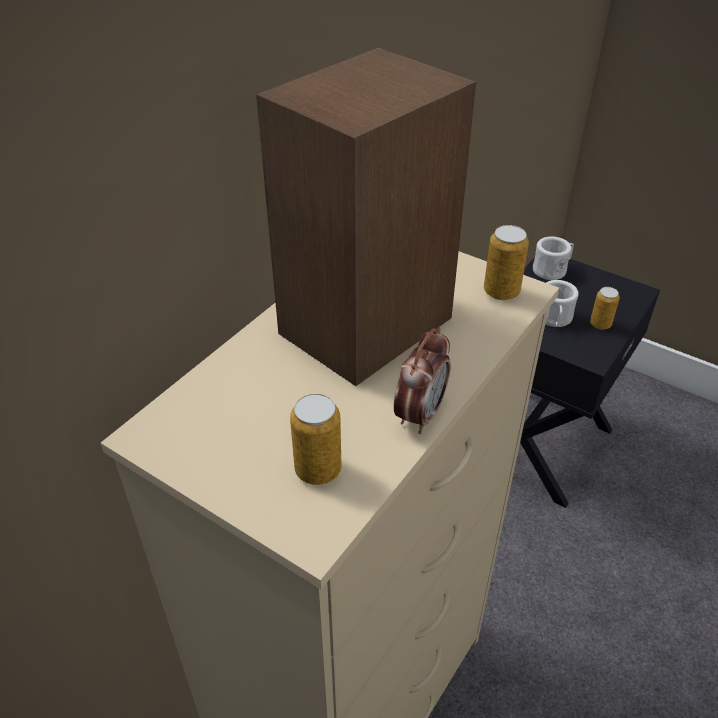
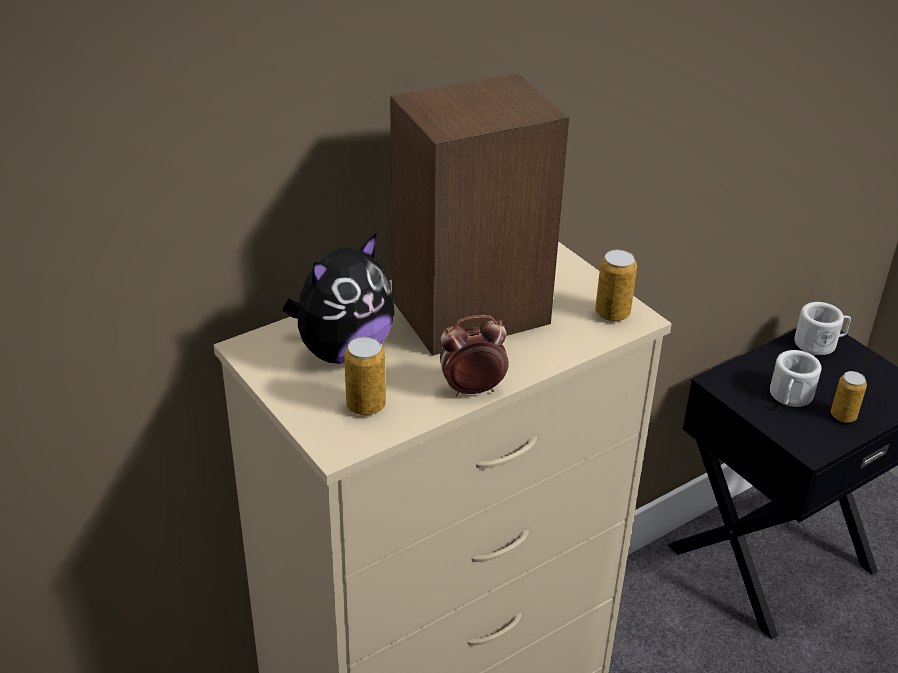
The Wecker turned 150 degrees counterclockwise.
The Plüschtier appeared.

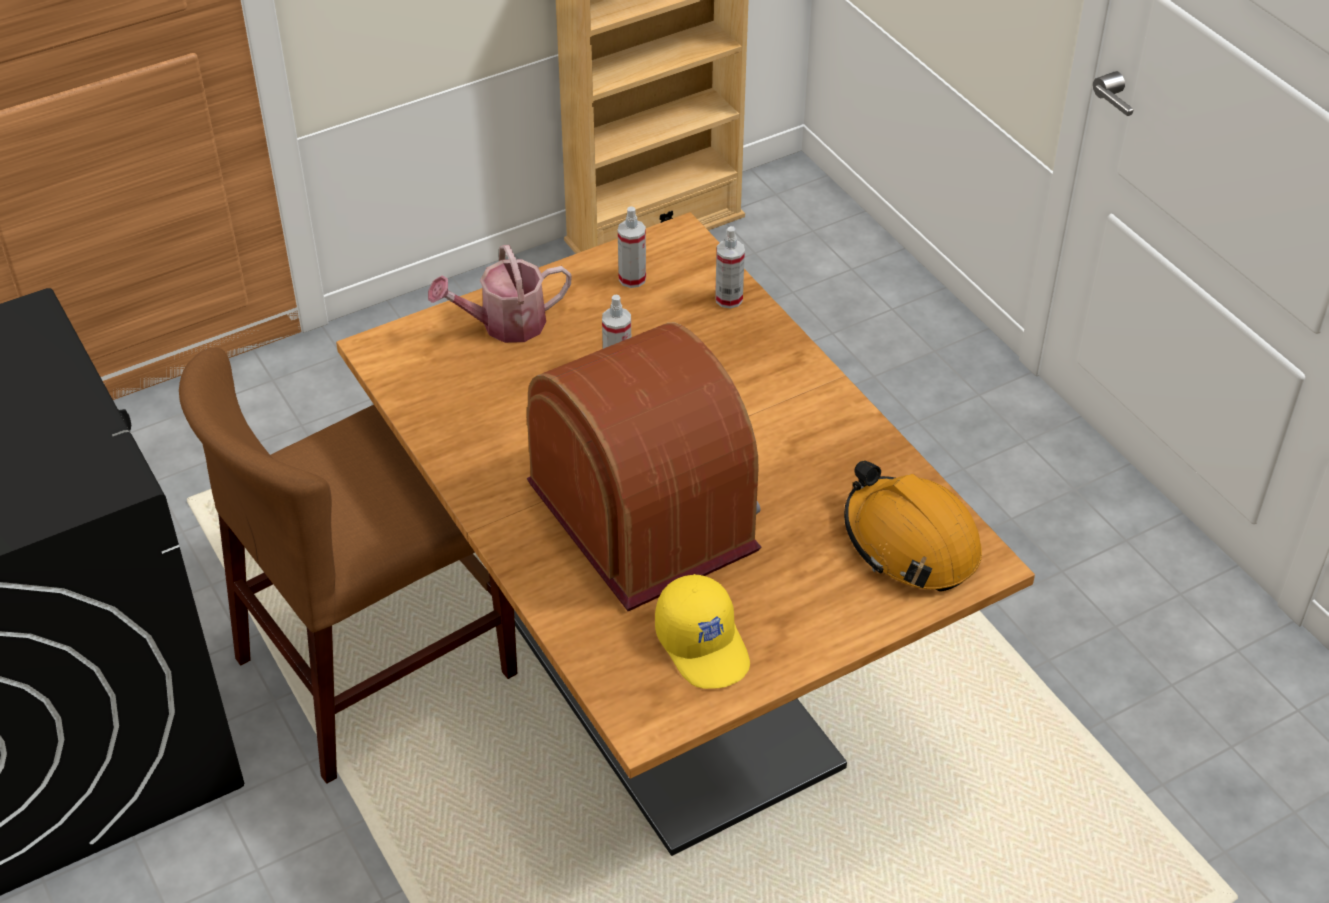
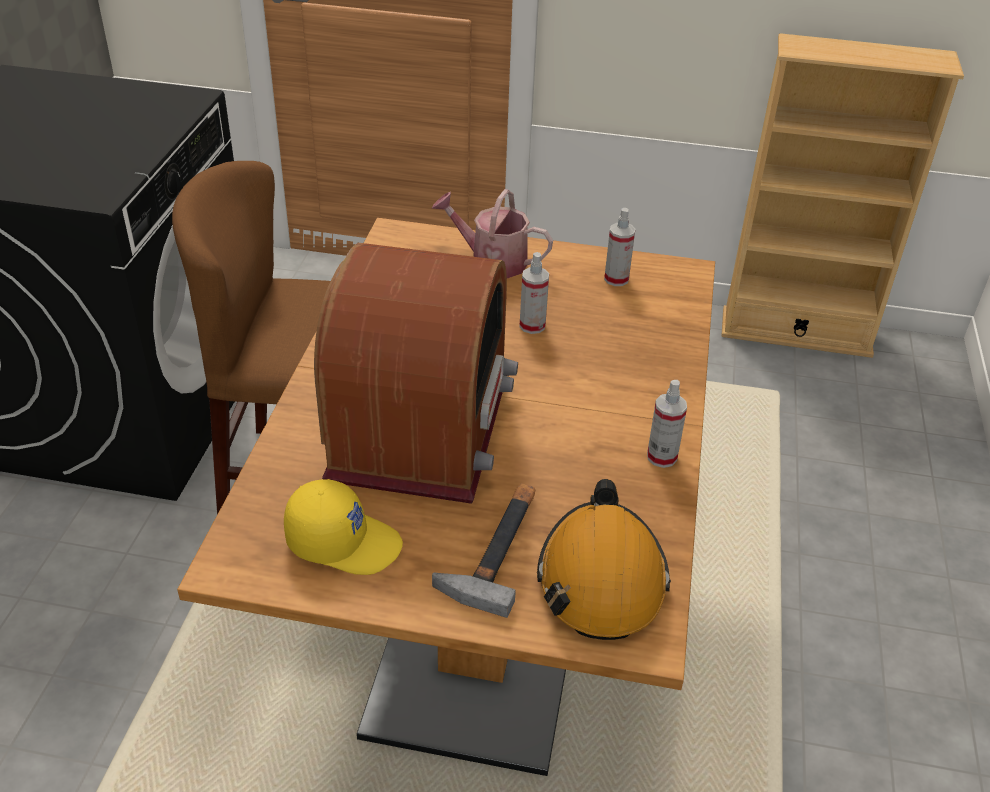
The Kappe (gelb) turned 90 degrees counterclockwise.
The Sprühflasche (3rd from left) moved.
The Hammer appeared.

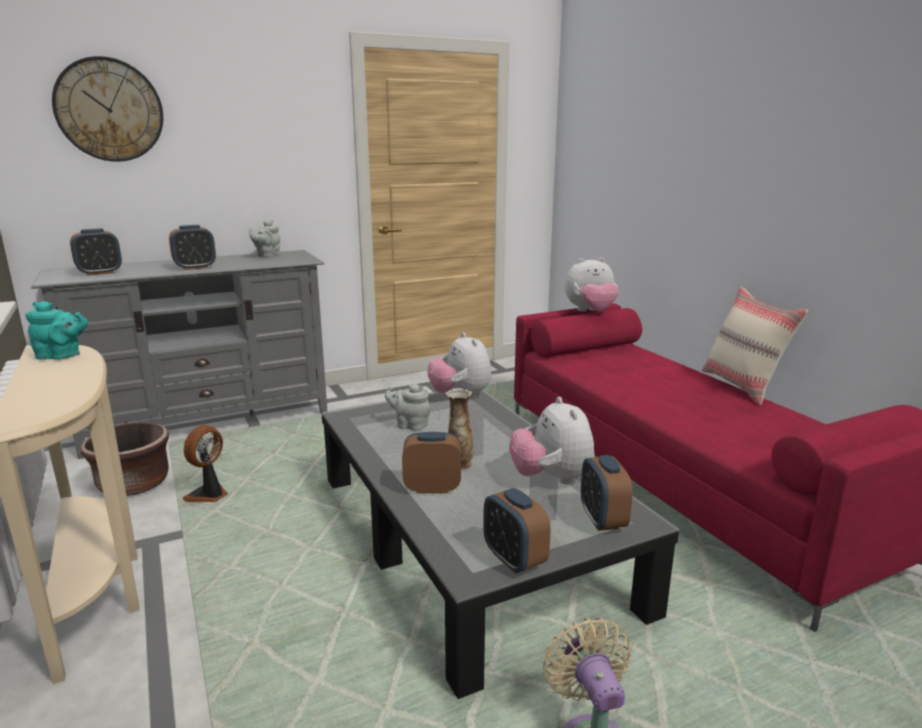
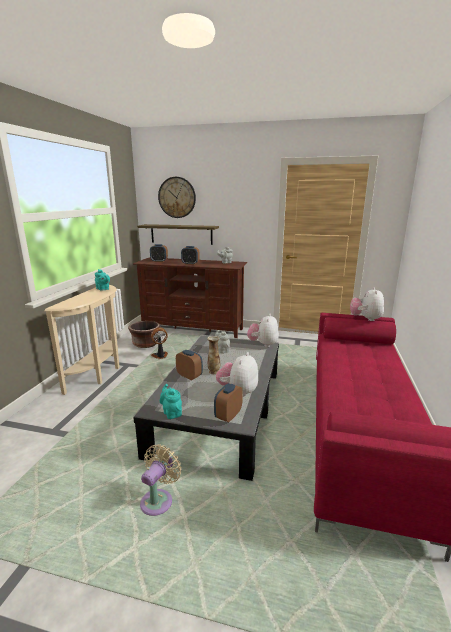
The Fernsehschrank (grau) became the Fernsehschrank (braun).
The Wecker (4th from left) was replaced by the Teekanne (türkis) (2nd from left).
The Plüschtier (3rd from left) turned 75 degrees clockwise.
The Kissen (beige) disappeared.
The Wandregal appeared.

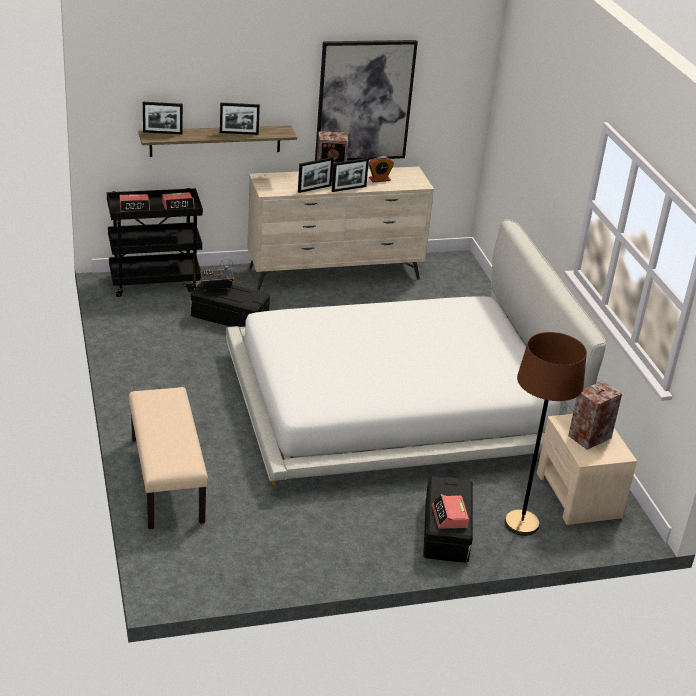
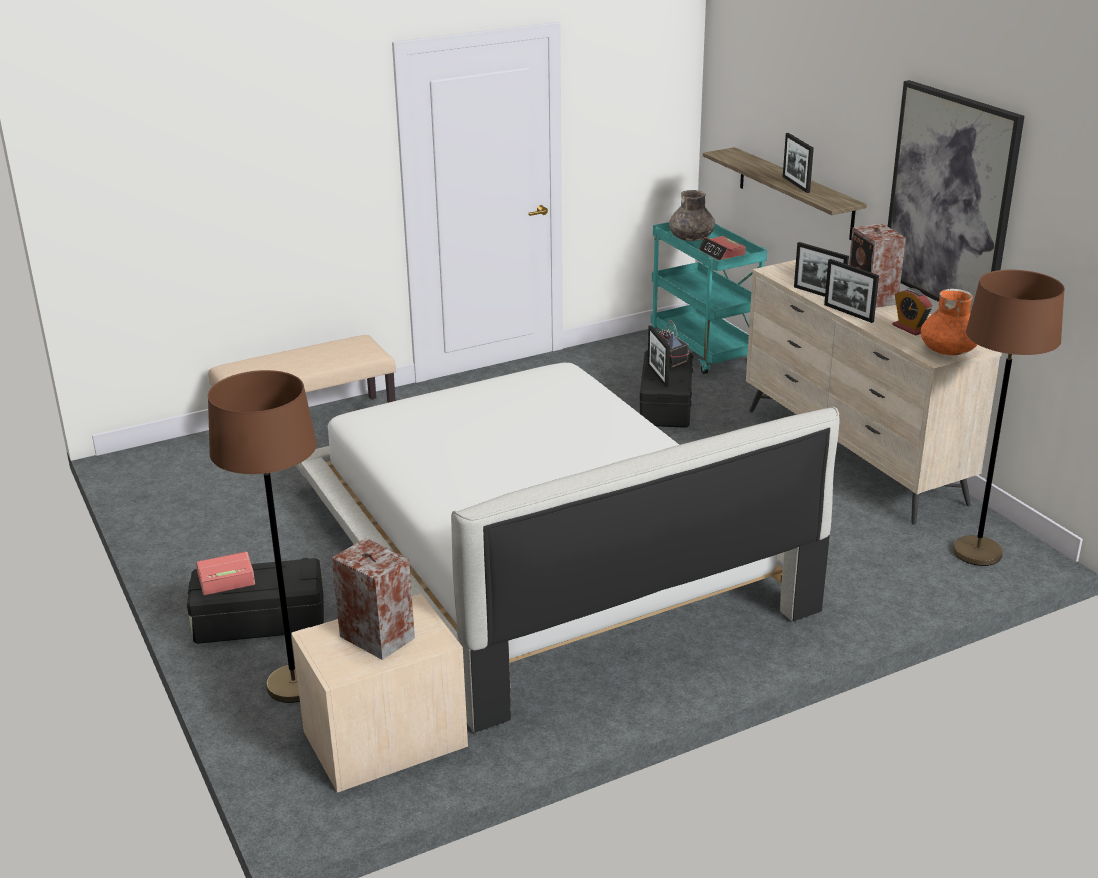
The Rollwagen (schwarz) became the Rollwagen (türkis).
The Wecker (1st from left) was replaced by the Vase (grau).
The Bilderrahmen (1st from left) moved.
The Vase (orange) appeared.
The Stehlampe (braun) (2nd from left) appeared.

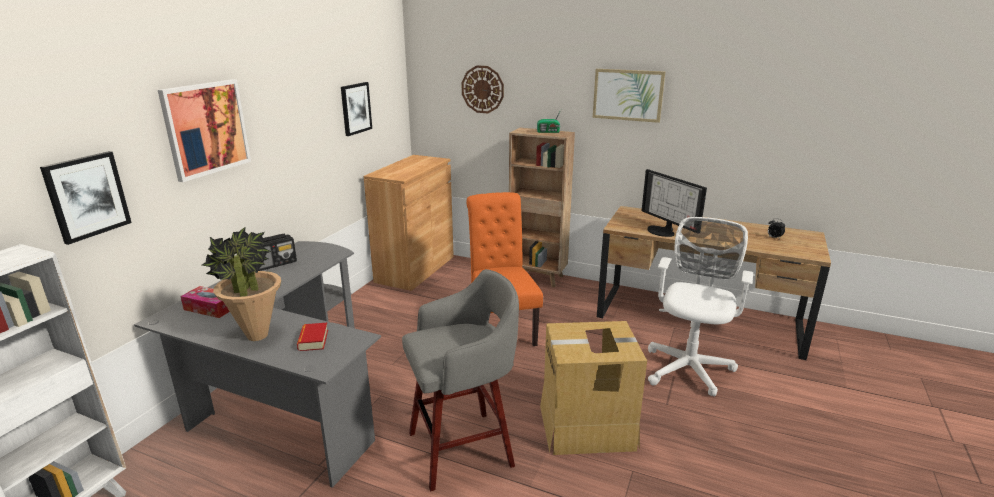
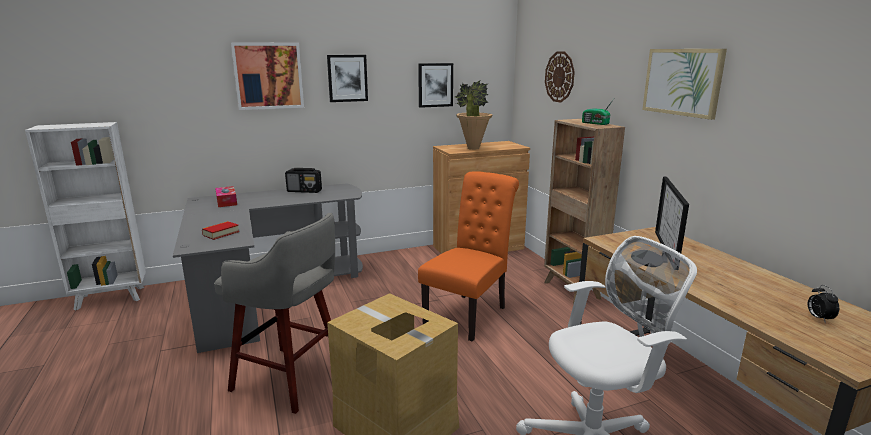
The Bild (1st from left in the first image) moved.
The Topfpflanze moved.

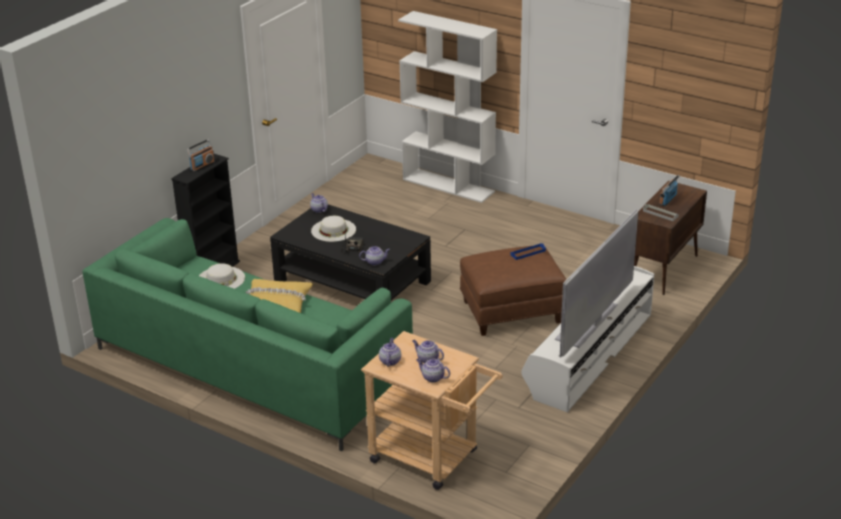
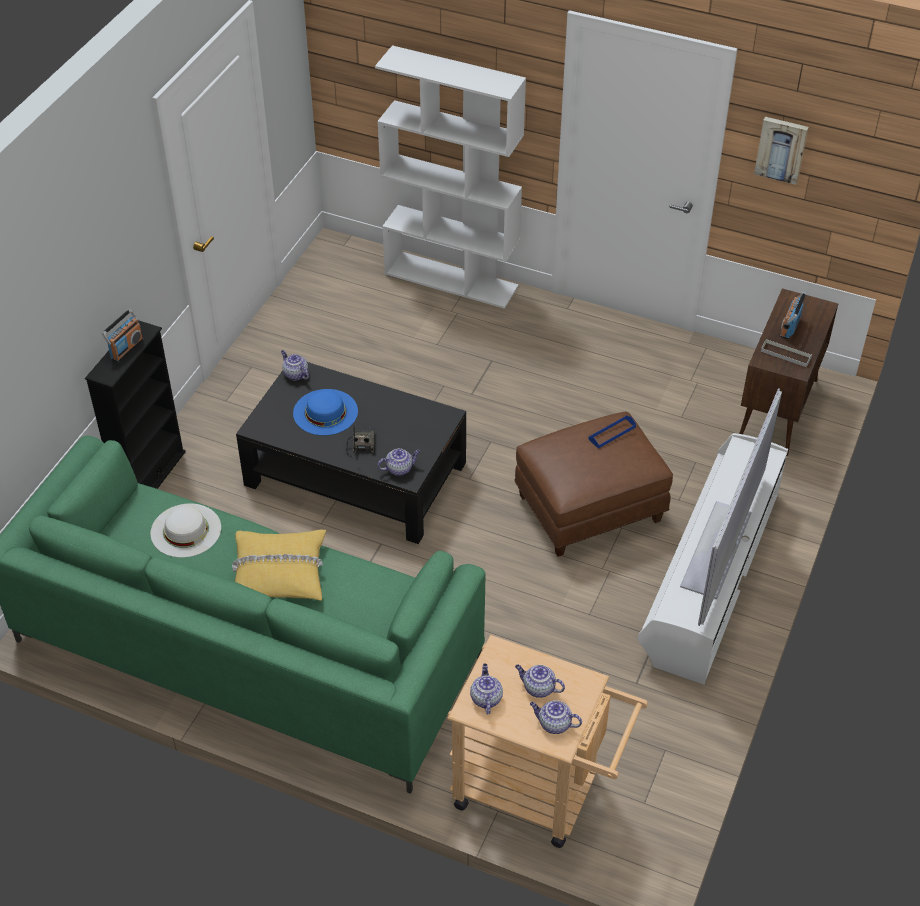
The Hut (weiß) (2nd from left) became the Hut (blau).
The Bild appeared.

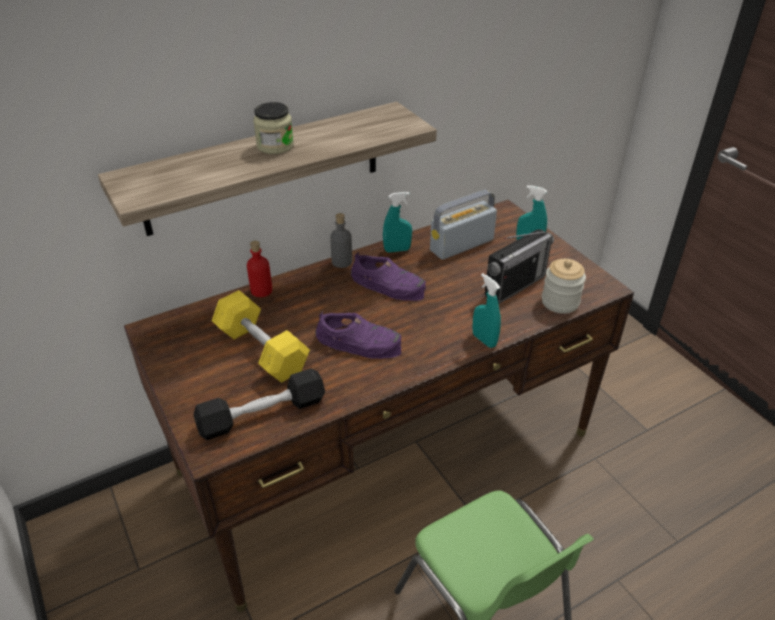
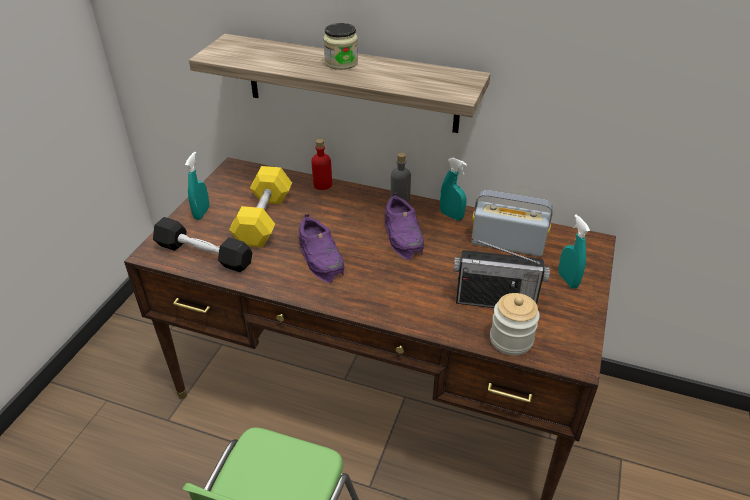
The Sprühflasche (türkis) (2nd from left in the first image) moved.

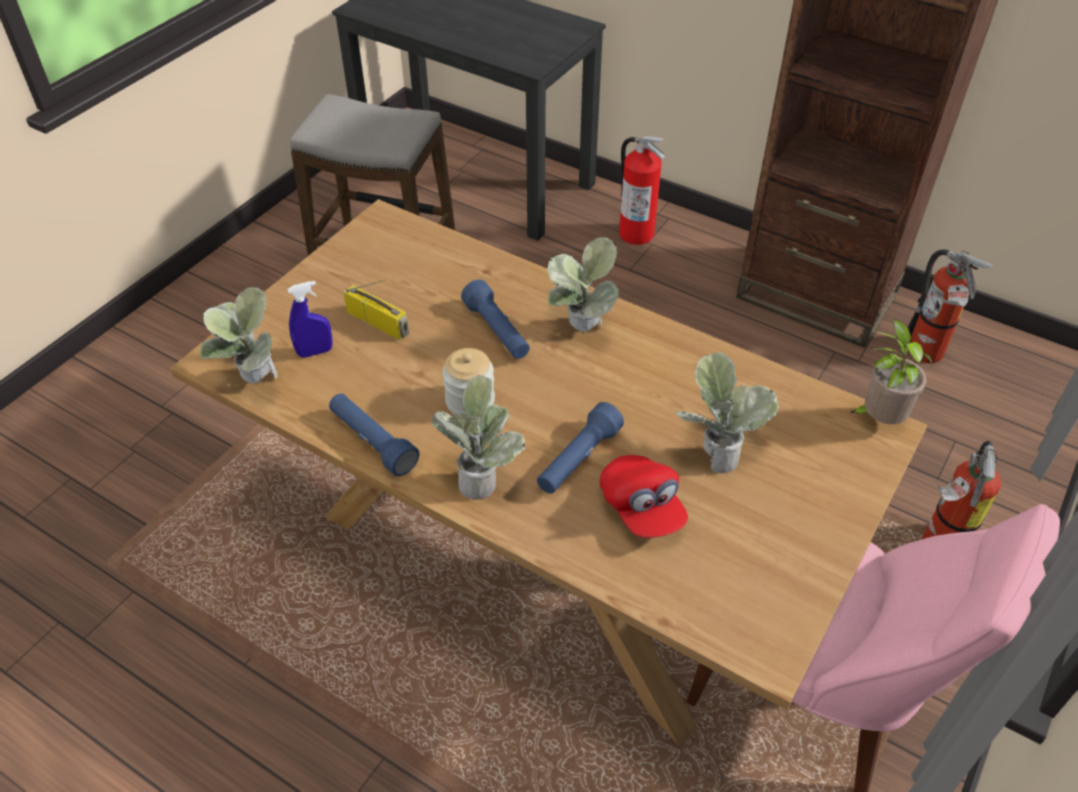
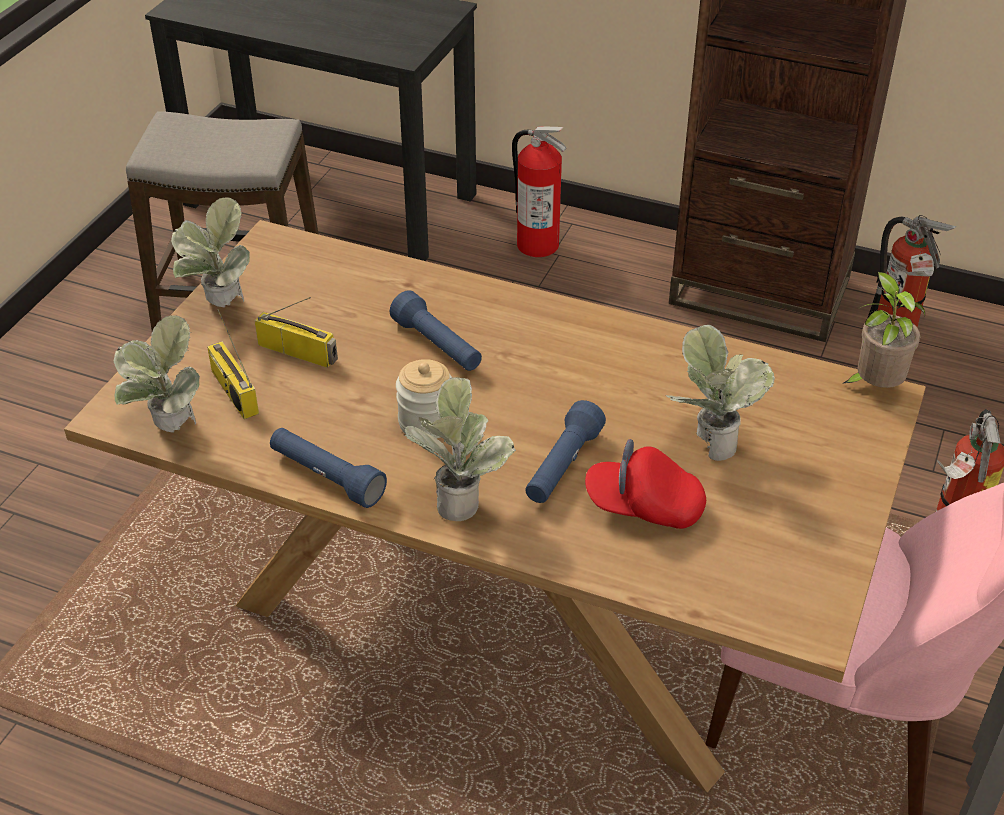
The Sprühflasche (blau) was replaced by the Radio (1st from left).
The Topfpflanze (3rd from left in the first image) moved.
The Kappe (rot) turned 135 degrees clockwise.

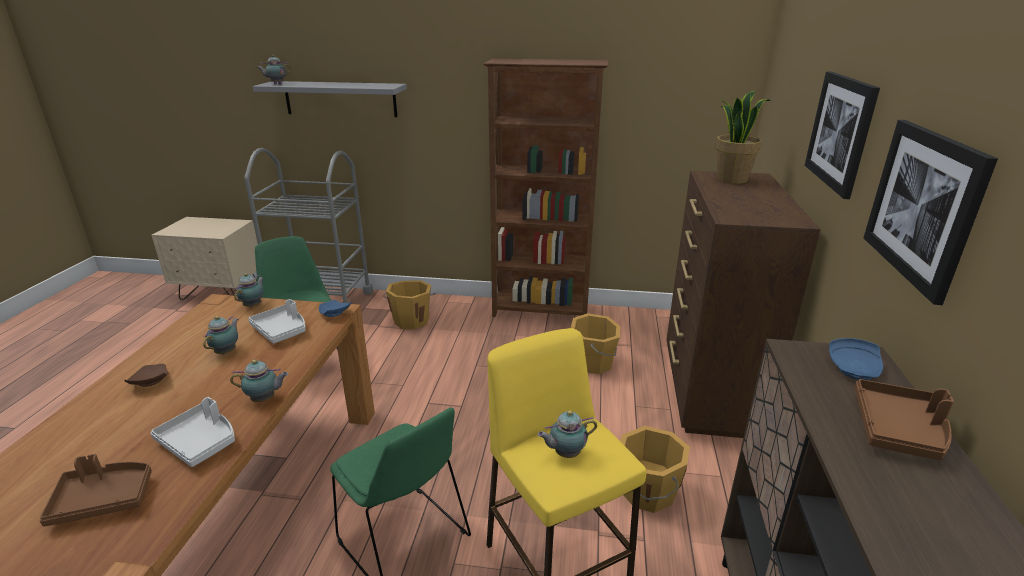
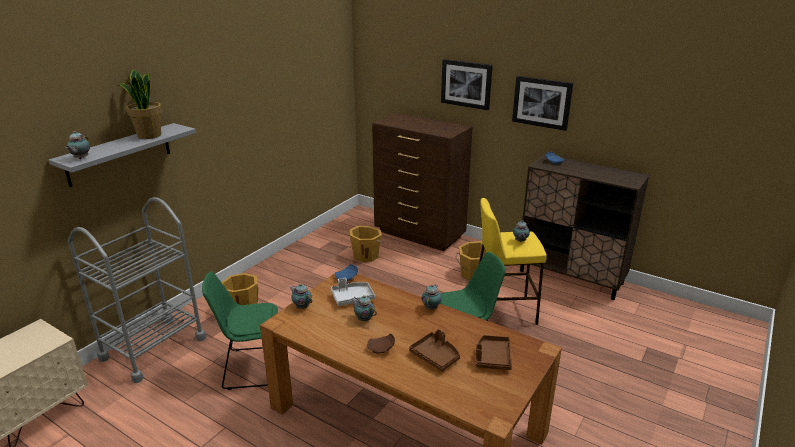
The Tablett (grau) (1st from left) disappeared.
The Bücherregal (braun) disappeared.
The Topfpflanze moved.
The Tablett (braun) (2nd from left in the first image) moved.

